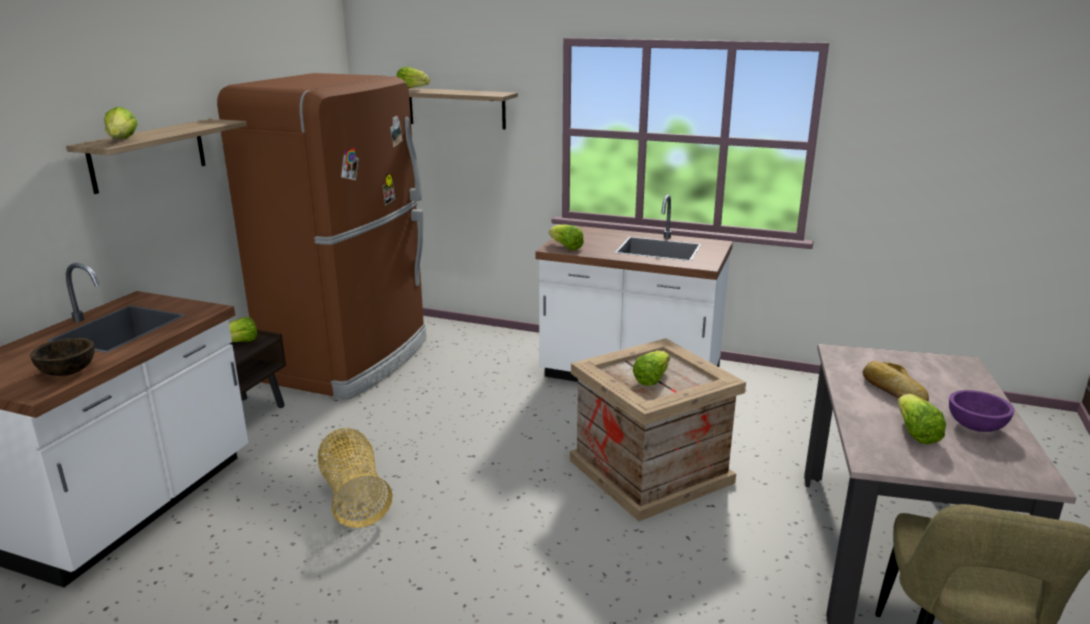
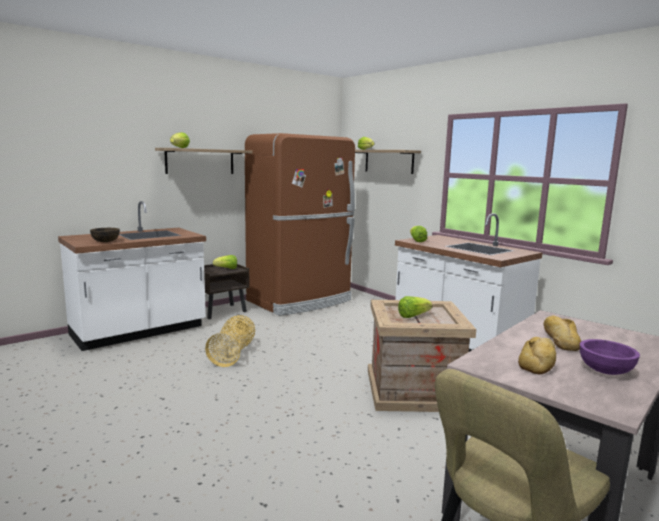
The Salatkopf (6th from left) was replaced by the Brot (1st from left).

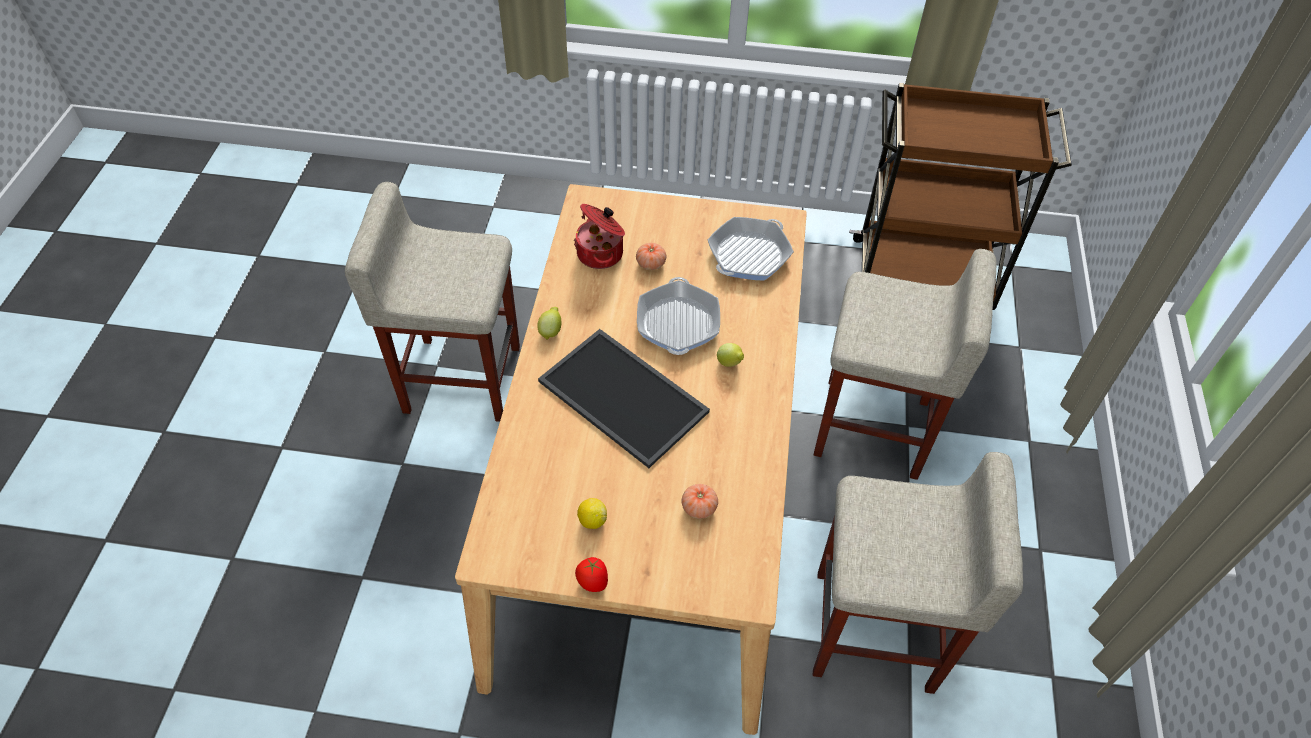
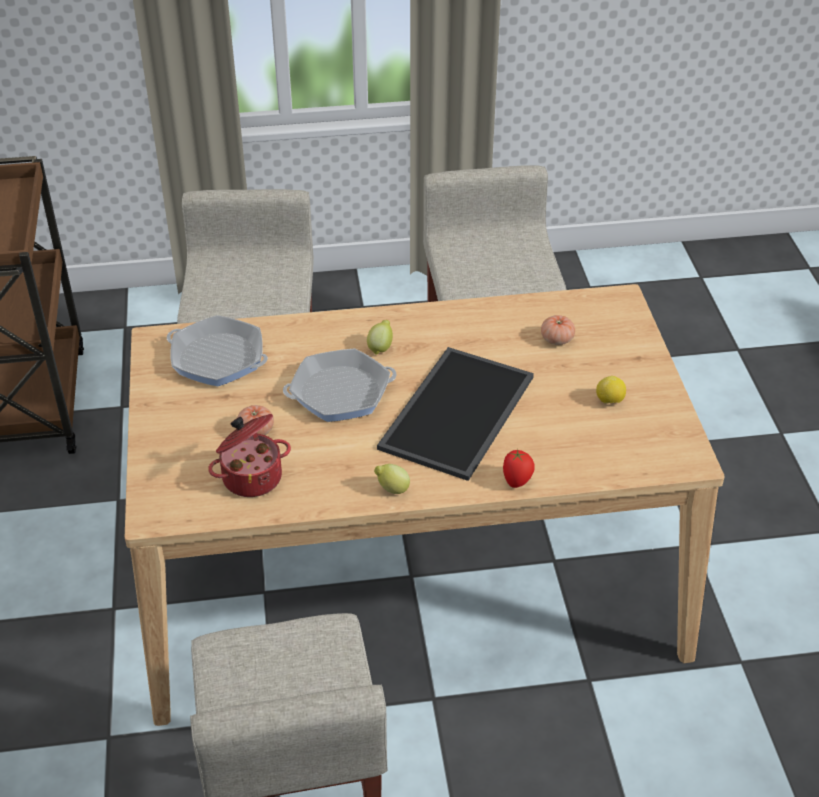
The Tomate (1st from left in the first image) moved.

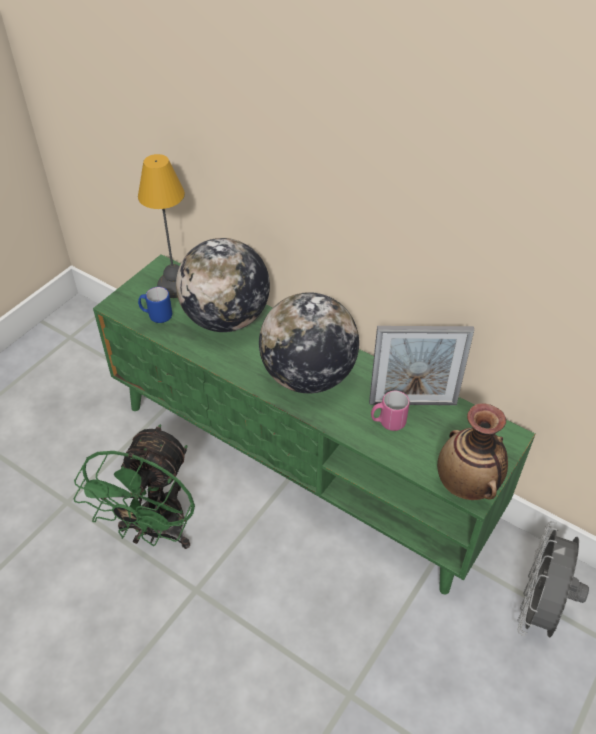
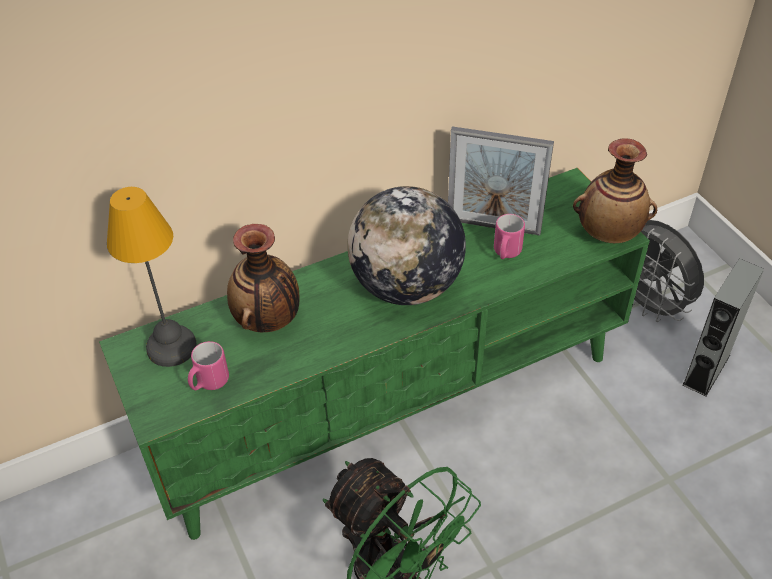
The Henkelbecher (blau) became the Henkelbecher (rosa) (1st from left).
The Globus (1st from left) was replaced by the Vase (1st from left).
The Bilderrahmen turned 75 degrees clockwise.
The Lautsprecher (grau) appeared.

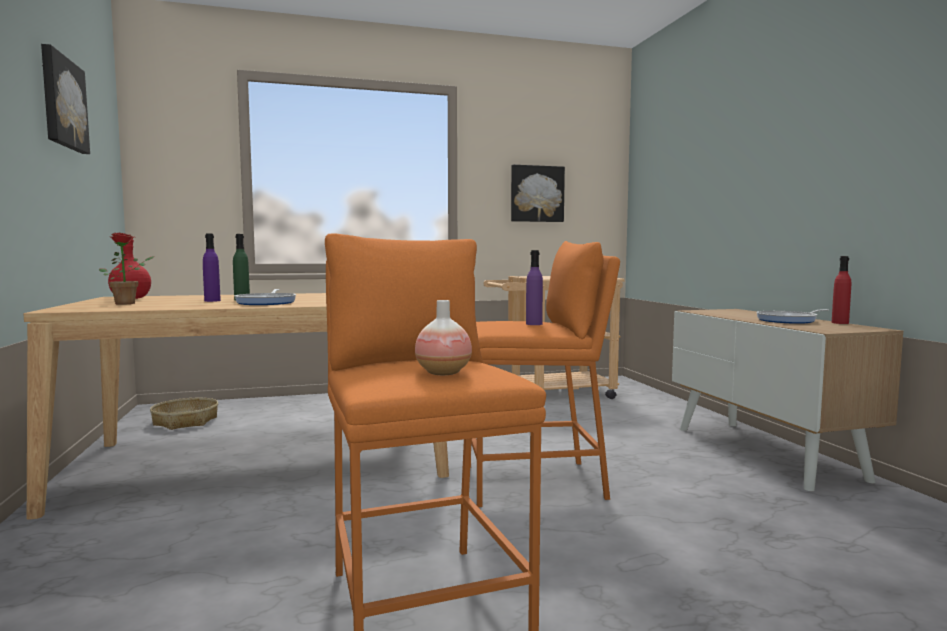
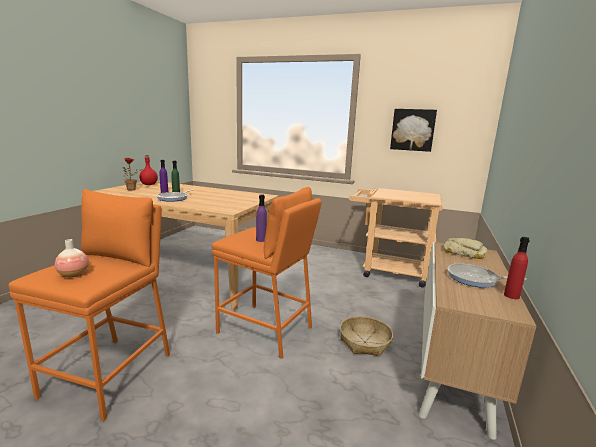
The Bild (1st from left) disappeared.
The Korb moved.
The Brot appeared.

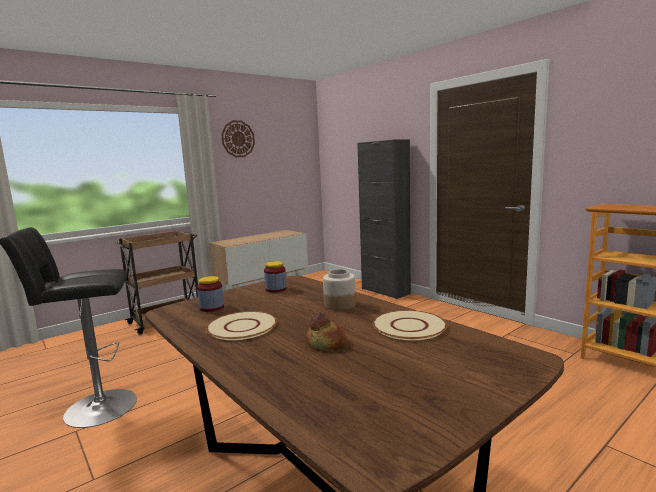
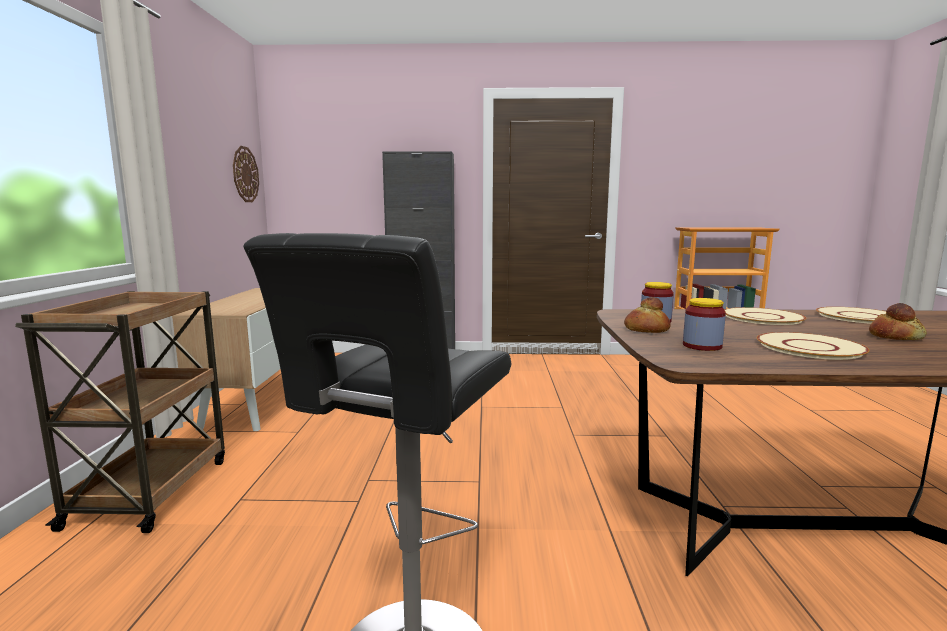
The Wanduhr moved.
The Vorratsglas (3rd from left) was replaced by the Teller (beige) (1st from left).
The Brot (1st from left) appeared.

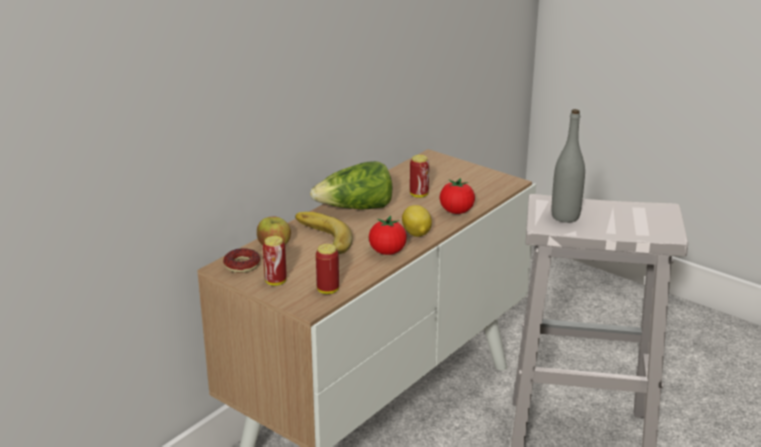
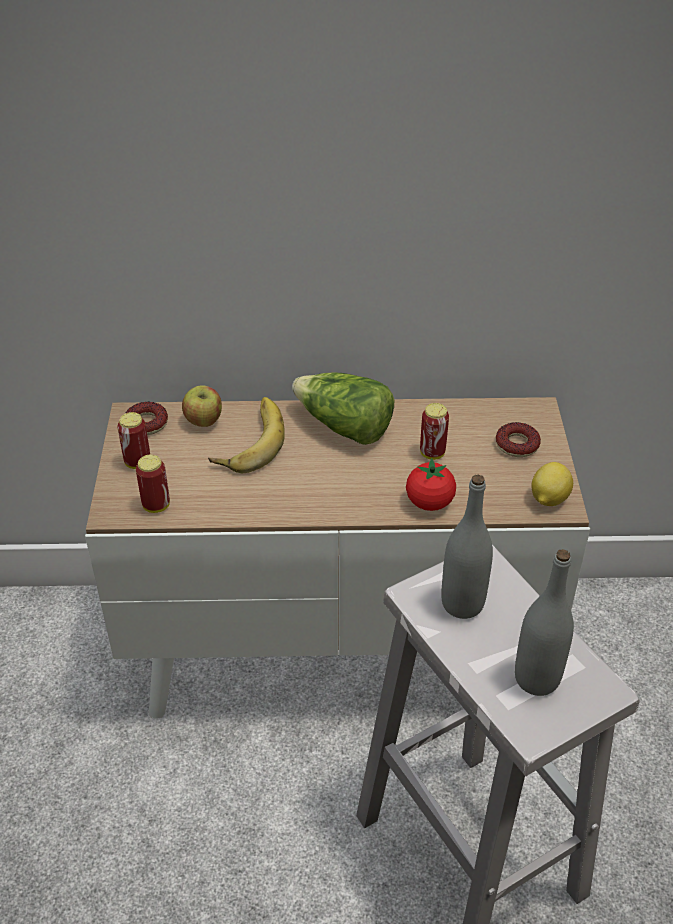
The Tomate (1st from left) disappeared.
The Zitrone moved.
The Donut (2nd from left) appeared.
The Flasche (grau) (2nd from left) appeared.

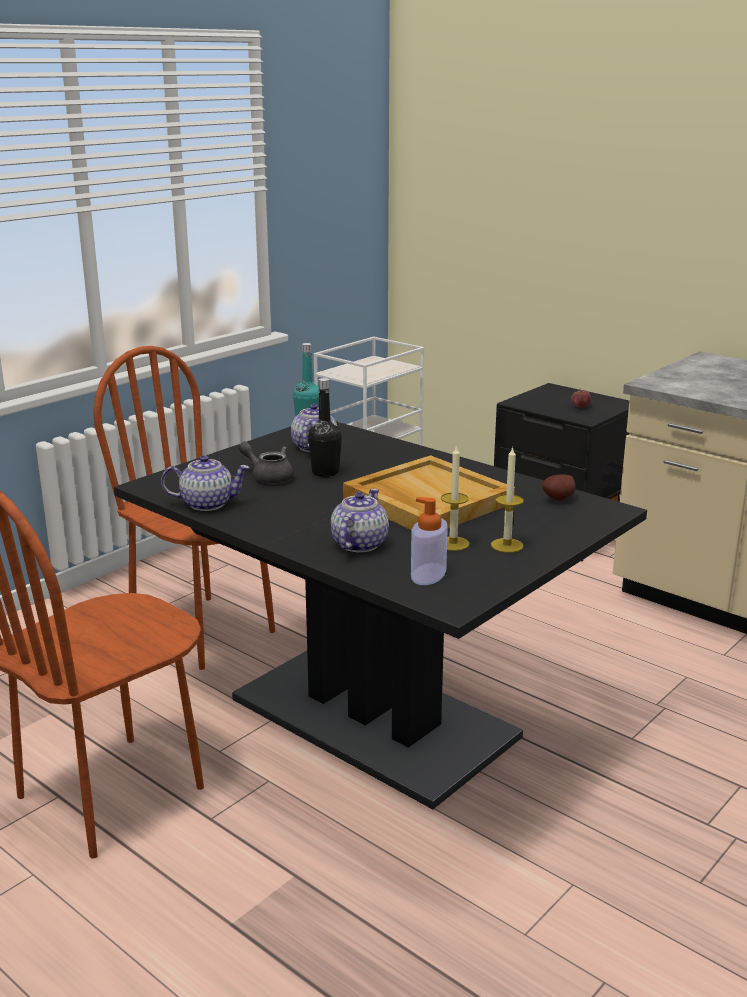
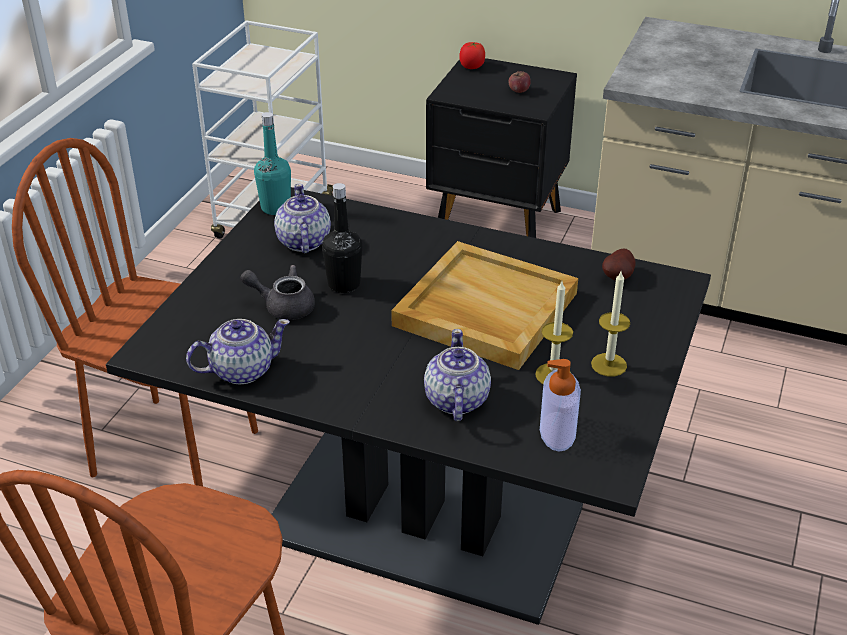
The Tomate appeared.

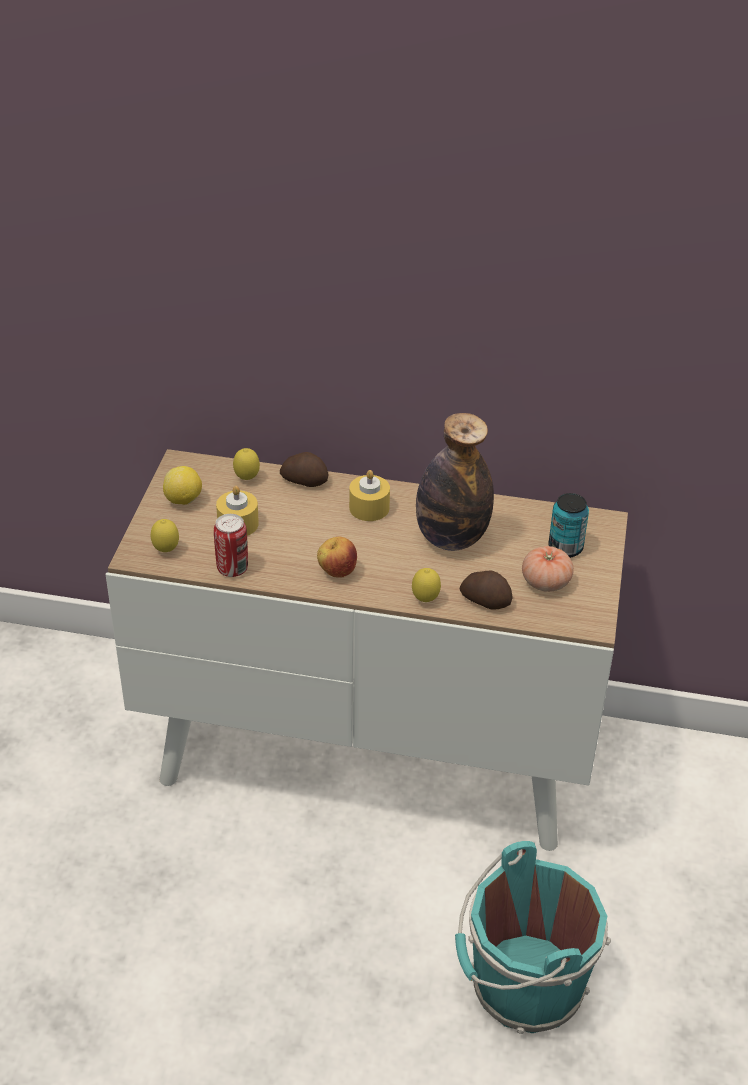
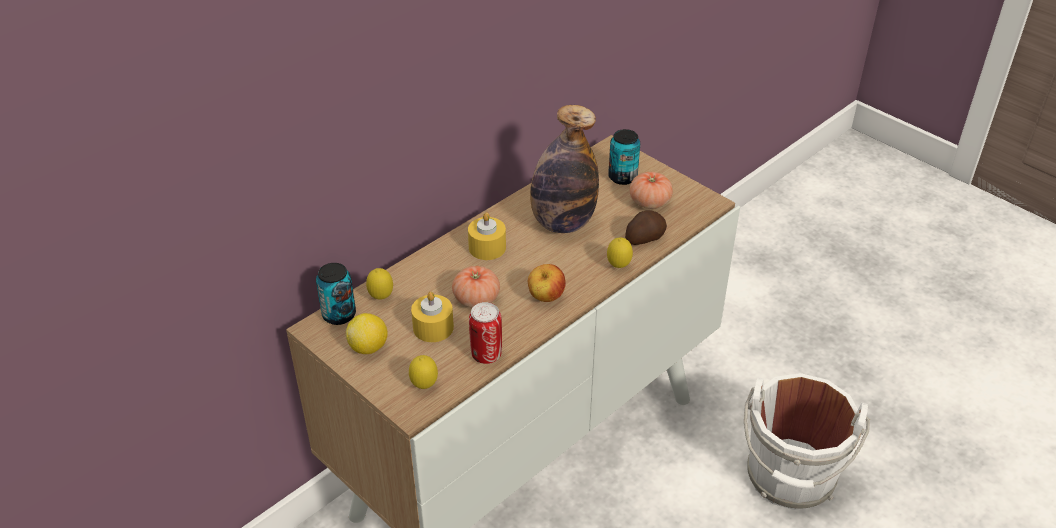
The Kartoffel (1st from left) disappeared.
The Eimer (türkis) became the Eimer (weiß).
The Dose (1st from left) appeared.
The Tomate (1st from left) appeared.

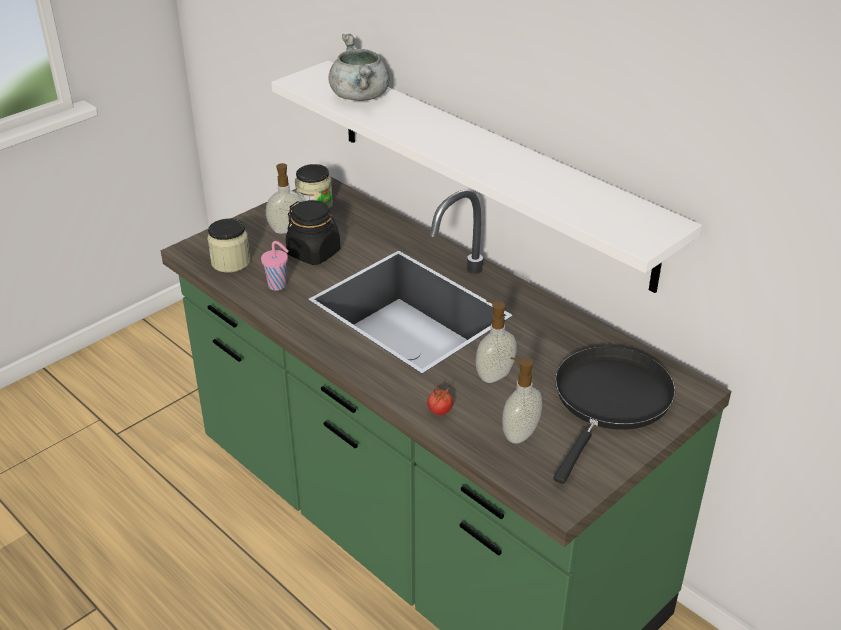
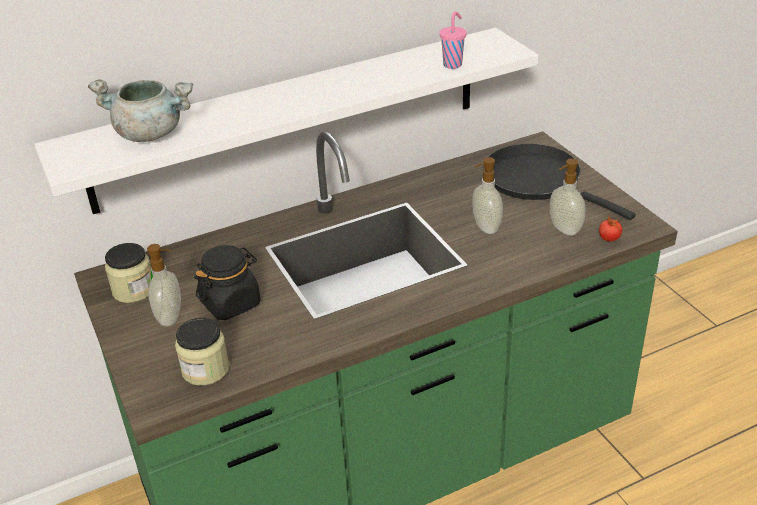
The Tasse (rosa) moved.
The Tomate moved.

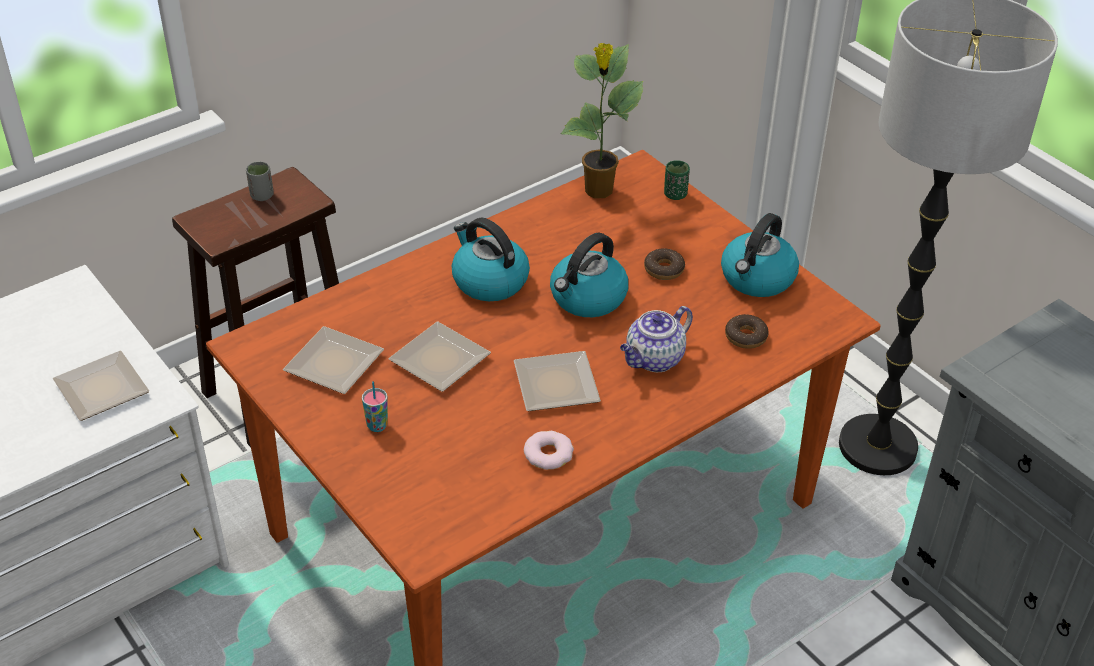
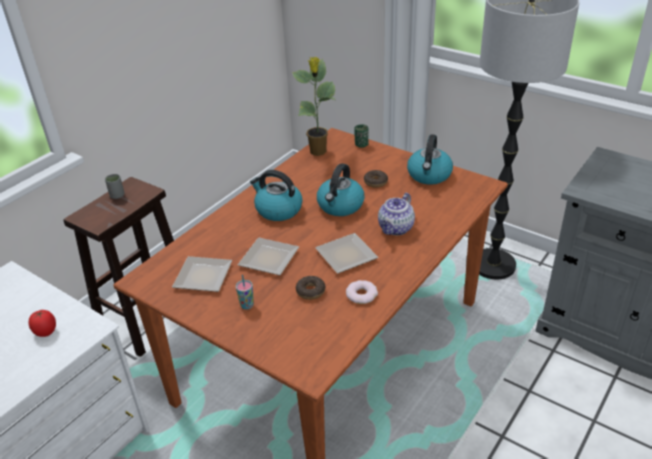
The Teller (1st from left) was replaced by the Tomate.
The Donut (3rd from left in the first image) moved.

